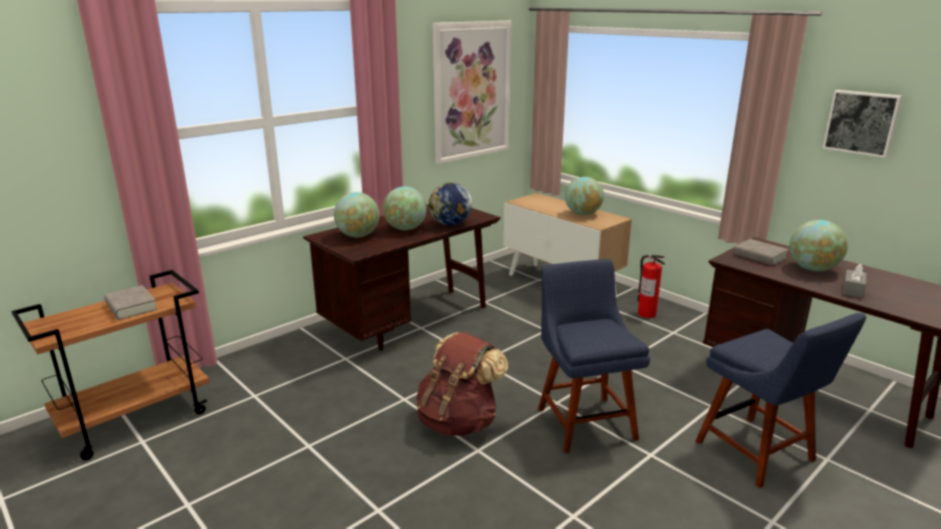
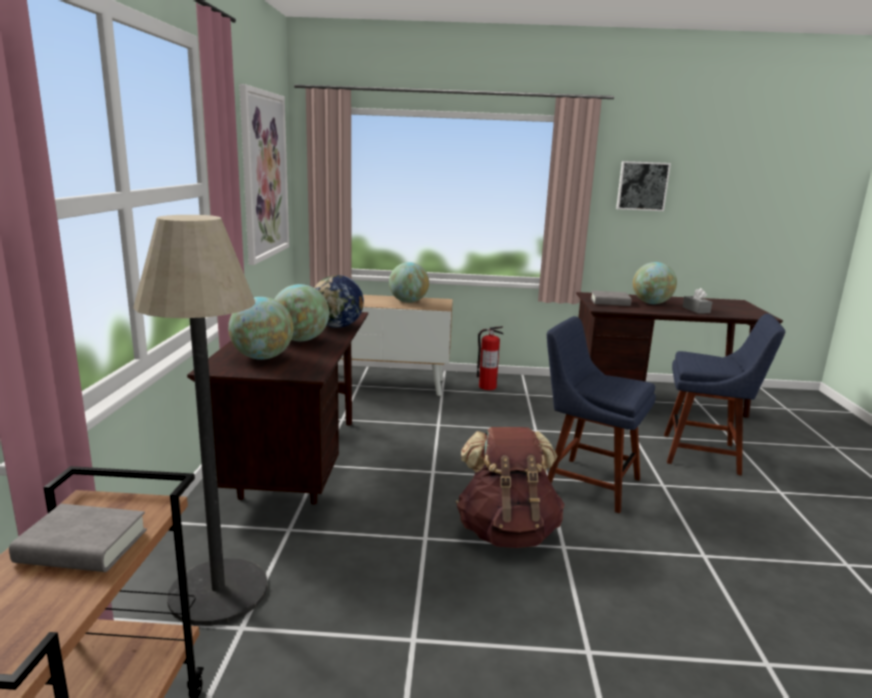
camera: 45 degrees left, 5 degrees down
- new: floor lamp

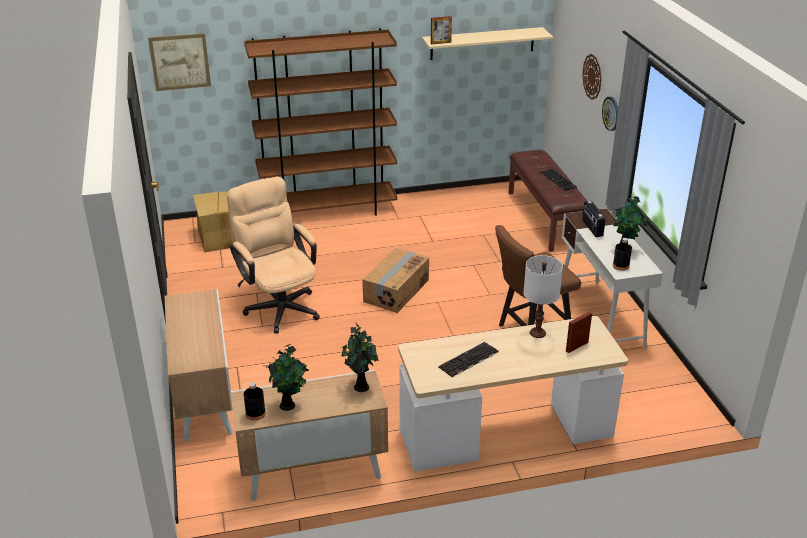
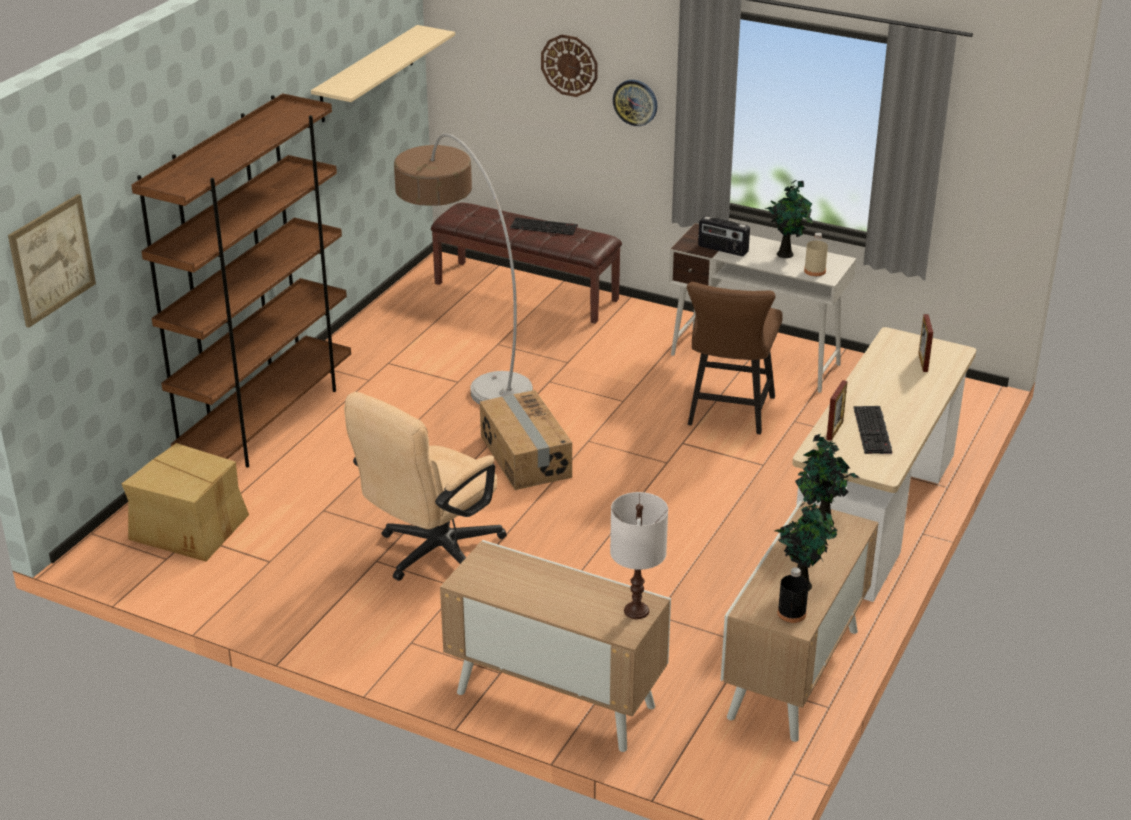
camera: 50 degrees left, 0 degrees up
- rotated: office chair in beige 60 degrees counterclockwise
- new: floor lamp
- shifted: table lamp in white-coloured
- repainted: beverage bottle in blackish (no. 2 from left) to beverage bottle in beige
- shifted: standing frame (no. 1 from left)

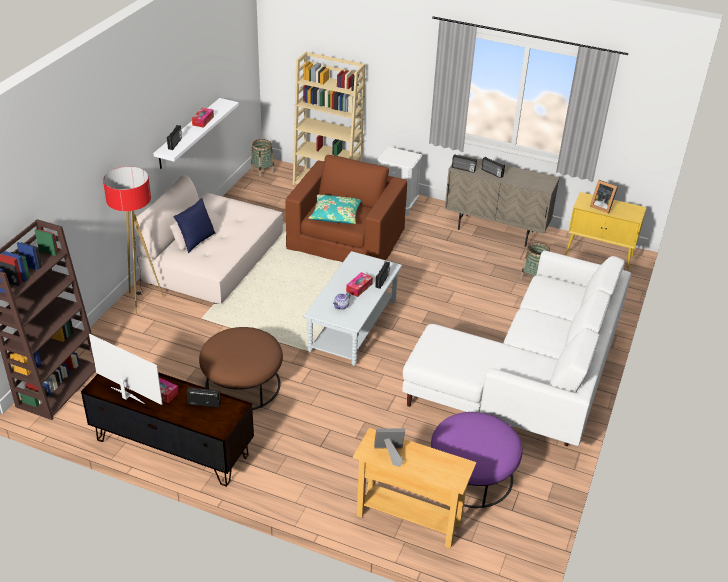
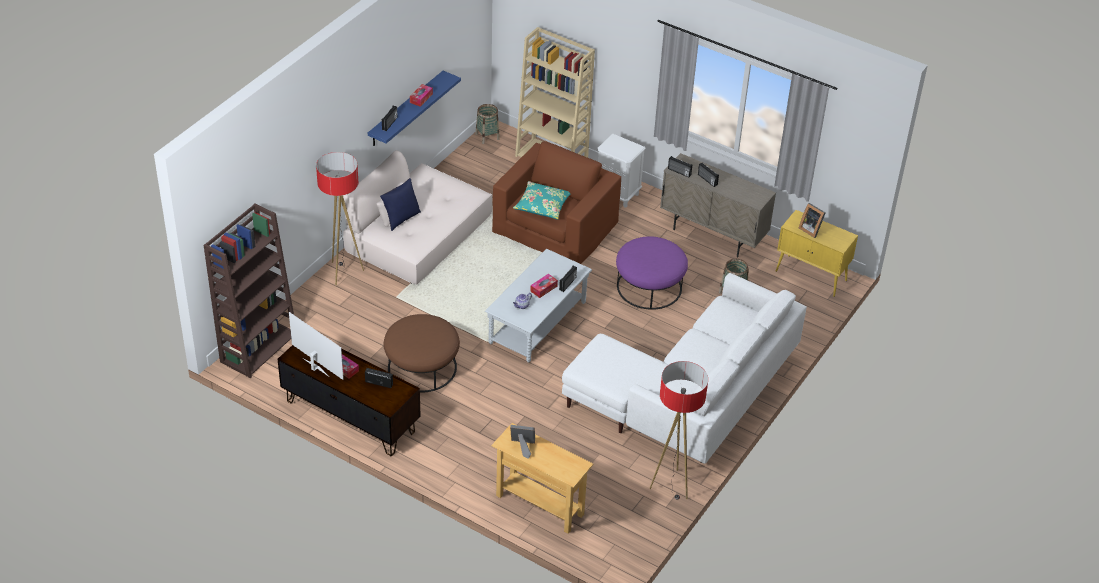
camera: 10 degrees right, 5 degrees up
- repainted: bracket shelf in white-coloured to bracket shelf in blue
- shifted: footrest in purple
- new: floor lamp (no. 2 from left)

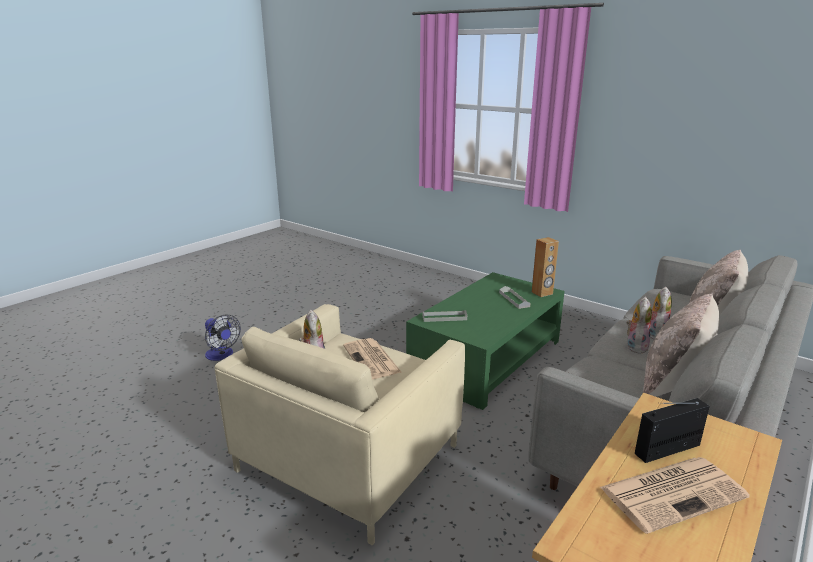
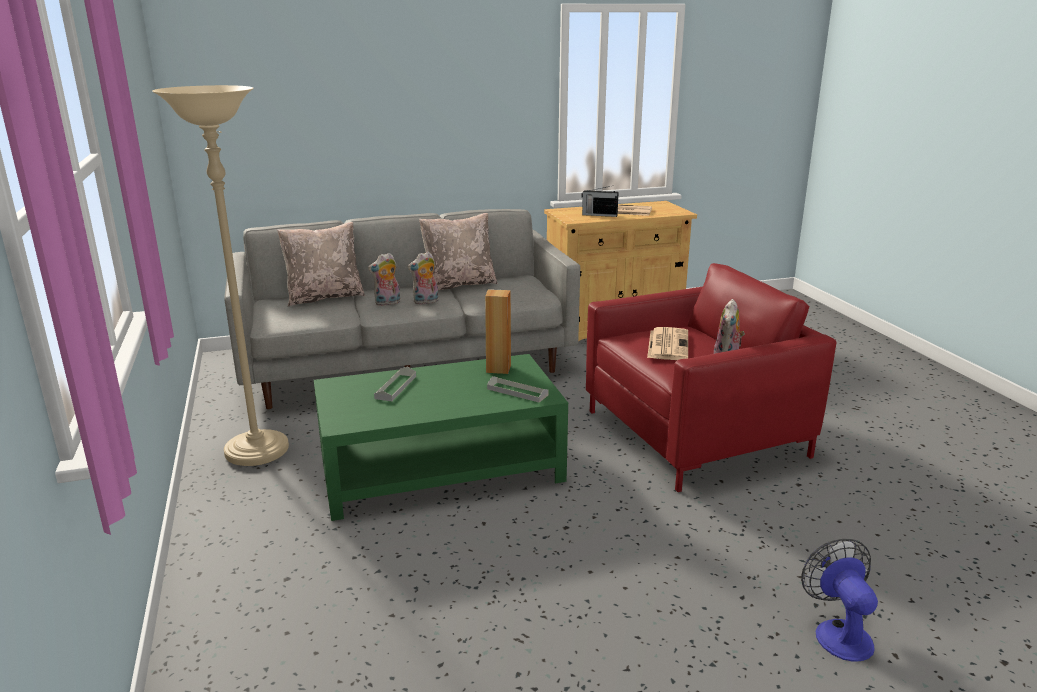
camera: 145 degrees left, 0 degrees up
- new: floor lamp in beige
- shifted: loudspeaker in brown
- repainted: easy chair in beige to easy chair in reddish

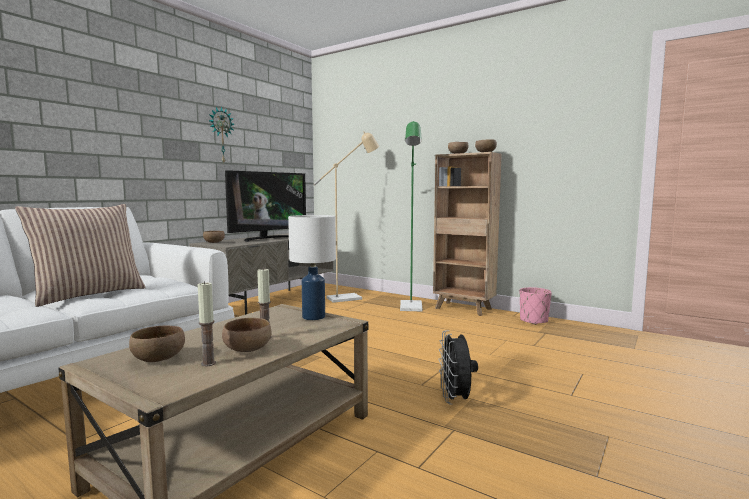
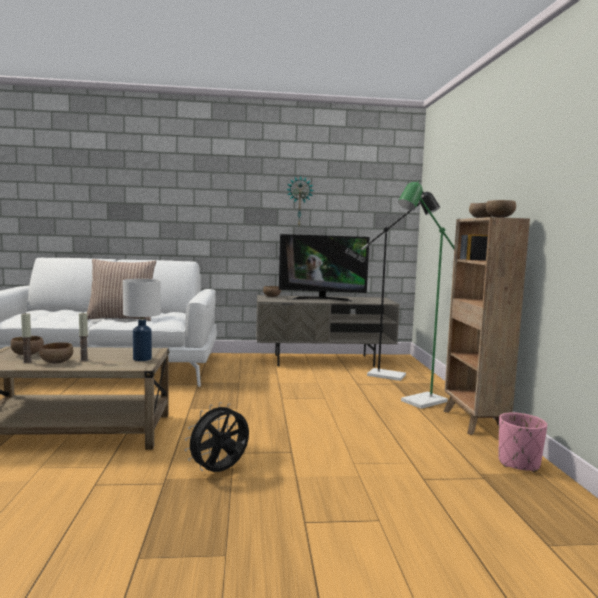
camera: 50 degrees right, 0 degrees up
- repainted: floor lamp in beige to floor lamp in blackish

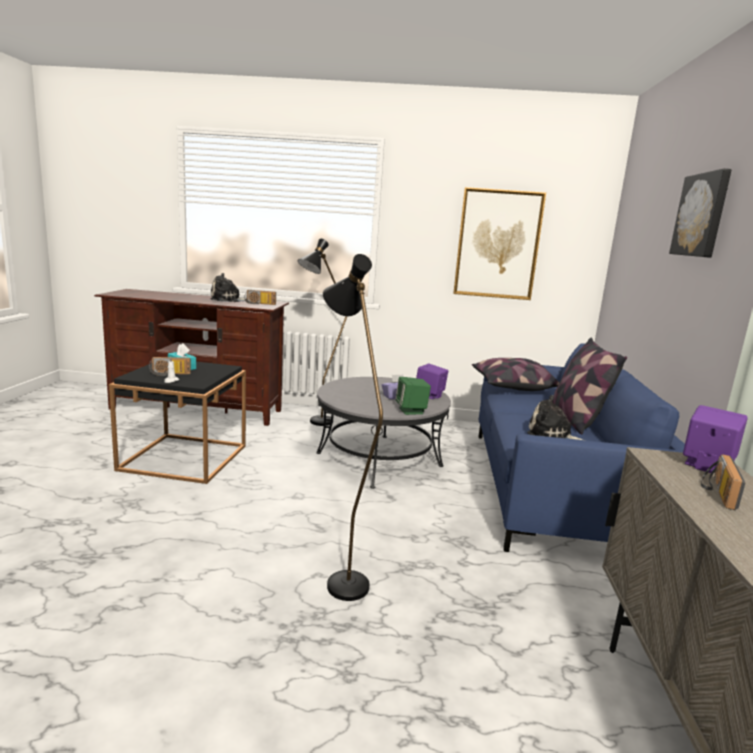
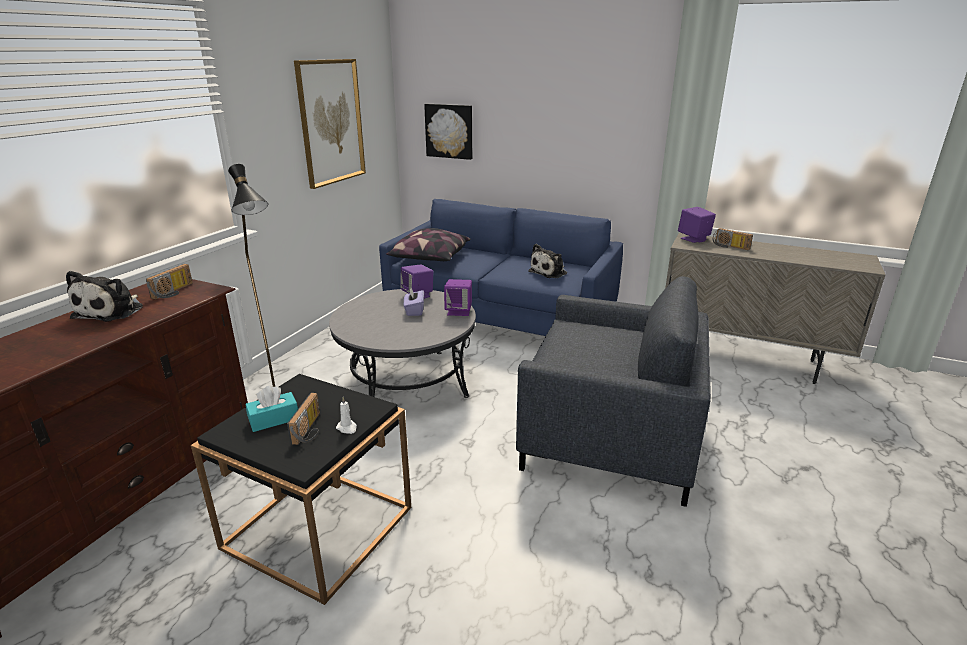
camera: 70 degrees left, 10 degrees up
- shifted: wall art (no. 2 from left)
- repainted: loudspeaker in green-coloured to loudspeaker in purple (no. 2 from left)
- swapped: floor lamp in blackish (no. 2 from left) to easy chair in gray
- gone: throw pillow (no. 2 from left)

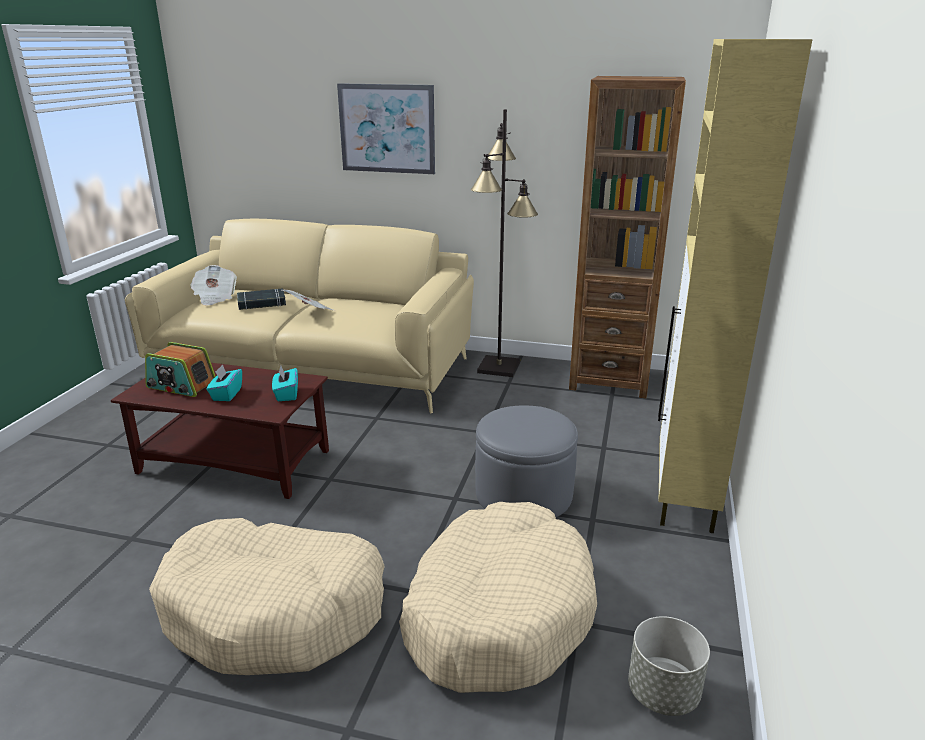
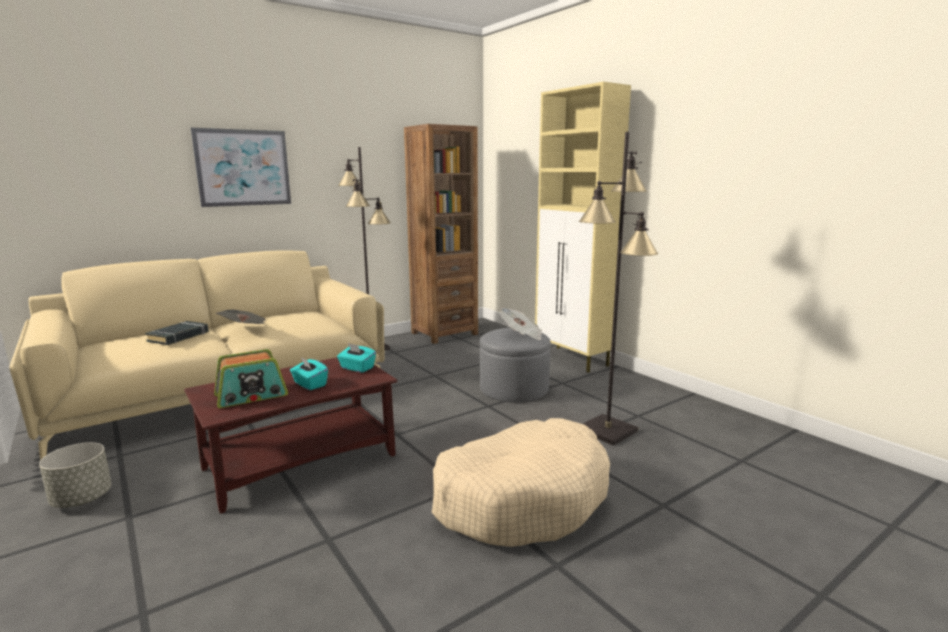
camera: 50 degrees left, 10 degrees down
- shifted: planter in gray
- shifted: printed paper (no. 1 from left in the first image) to printed paper (no. 2 from left)
- swapped: dog cushion in beige (no. 2 from left) to floor lamp in blackish (no. 2 from left)

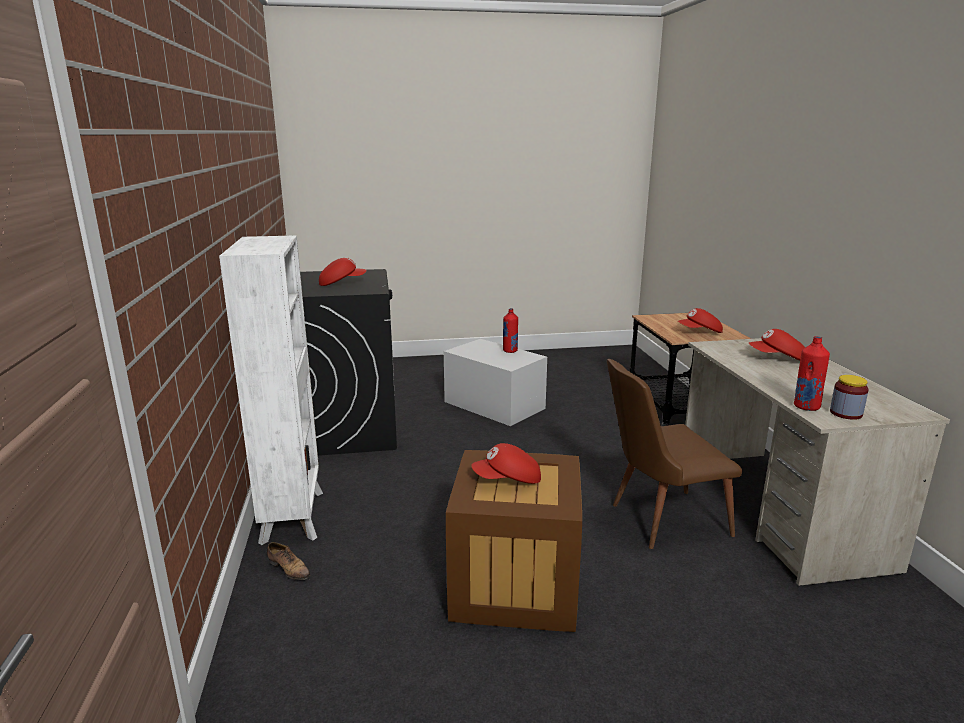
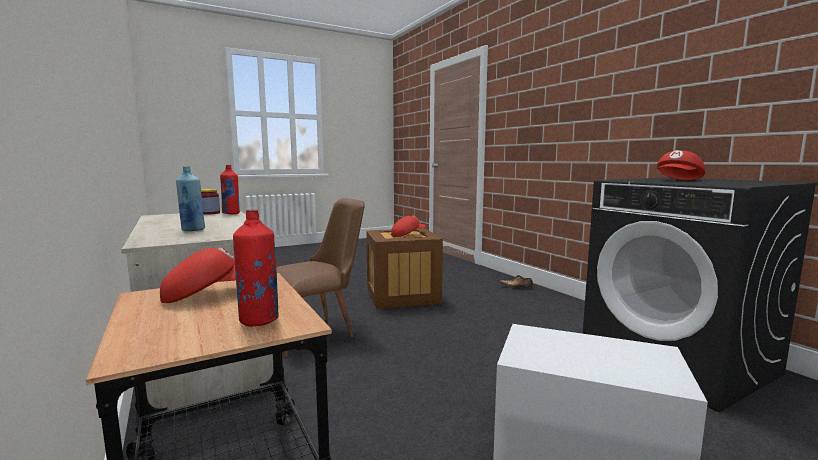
camera: 160 degrees right, 10 degrees down
- swapped: baseball cap in reddish (no. 4 from left) to beverage bottle in blue
- shifted: beverage bottle in reddish (no. 1 from left in the first image) to beverage bottle in reddish (no. 2 from left)
- gone: bookshelf in white-coloured

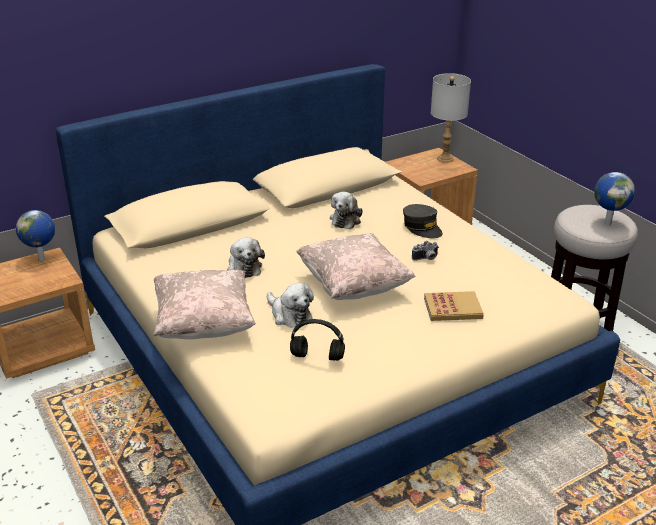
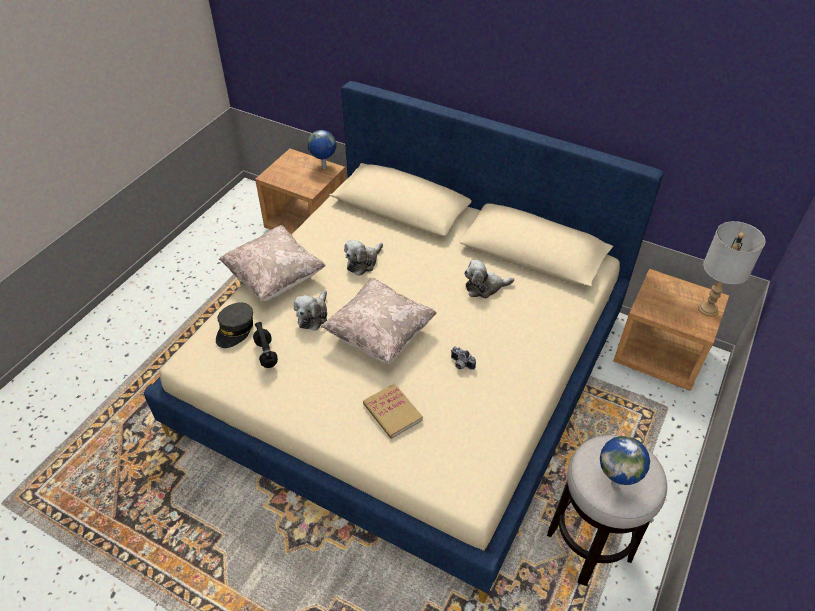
camera: 60 degrees right, 15 degrees up
- shifted: baseball cap in gray

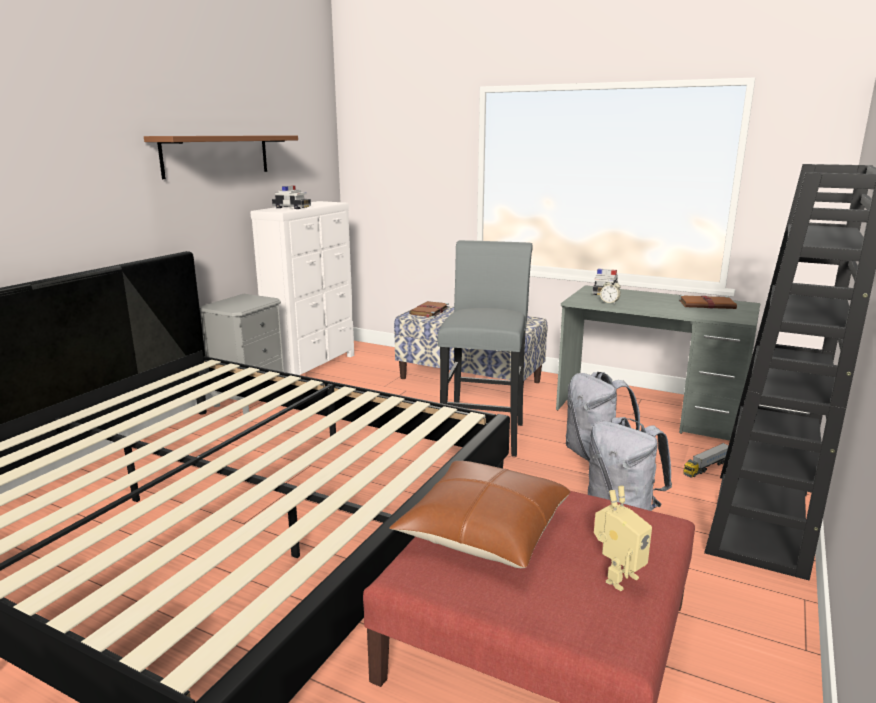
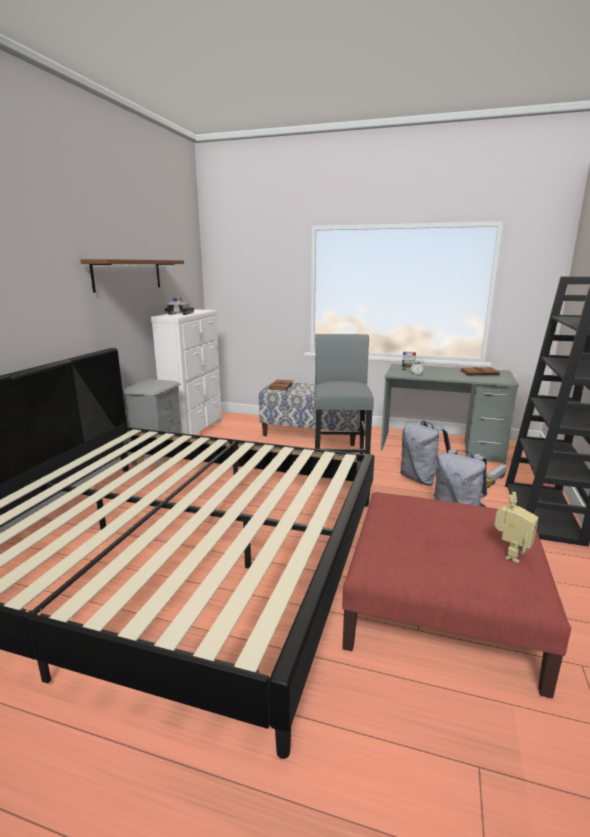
camera: 10 degrees left, 0 degrees up
- gone: throw pillow in brown

